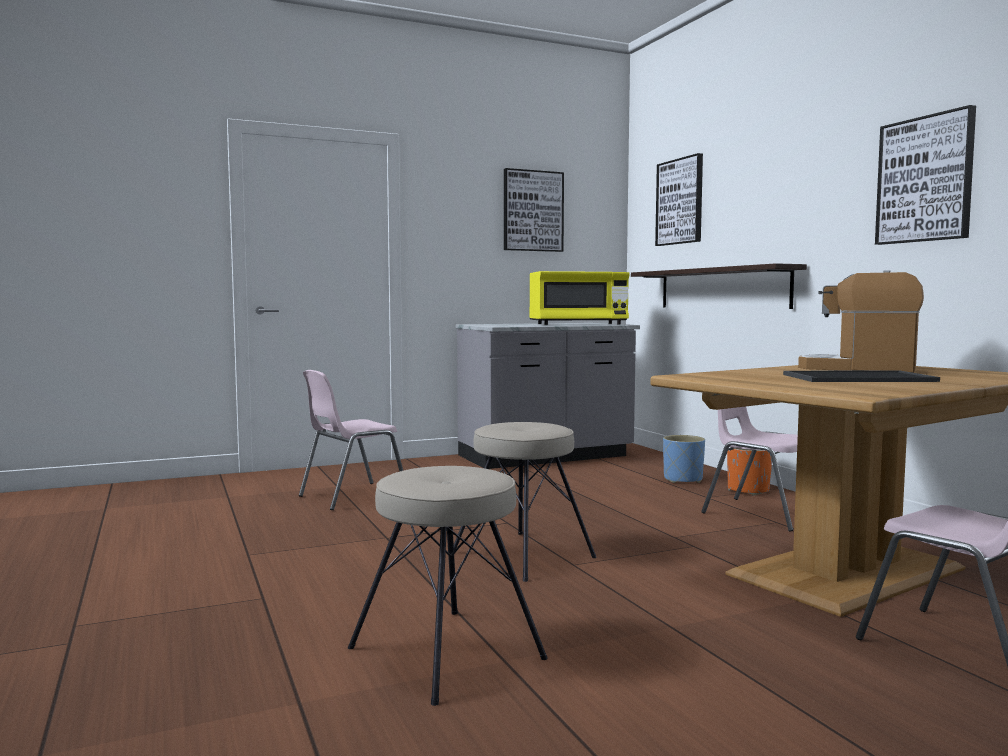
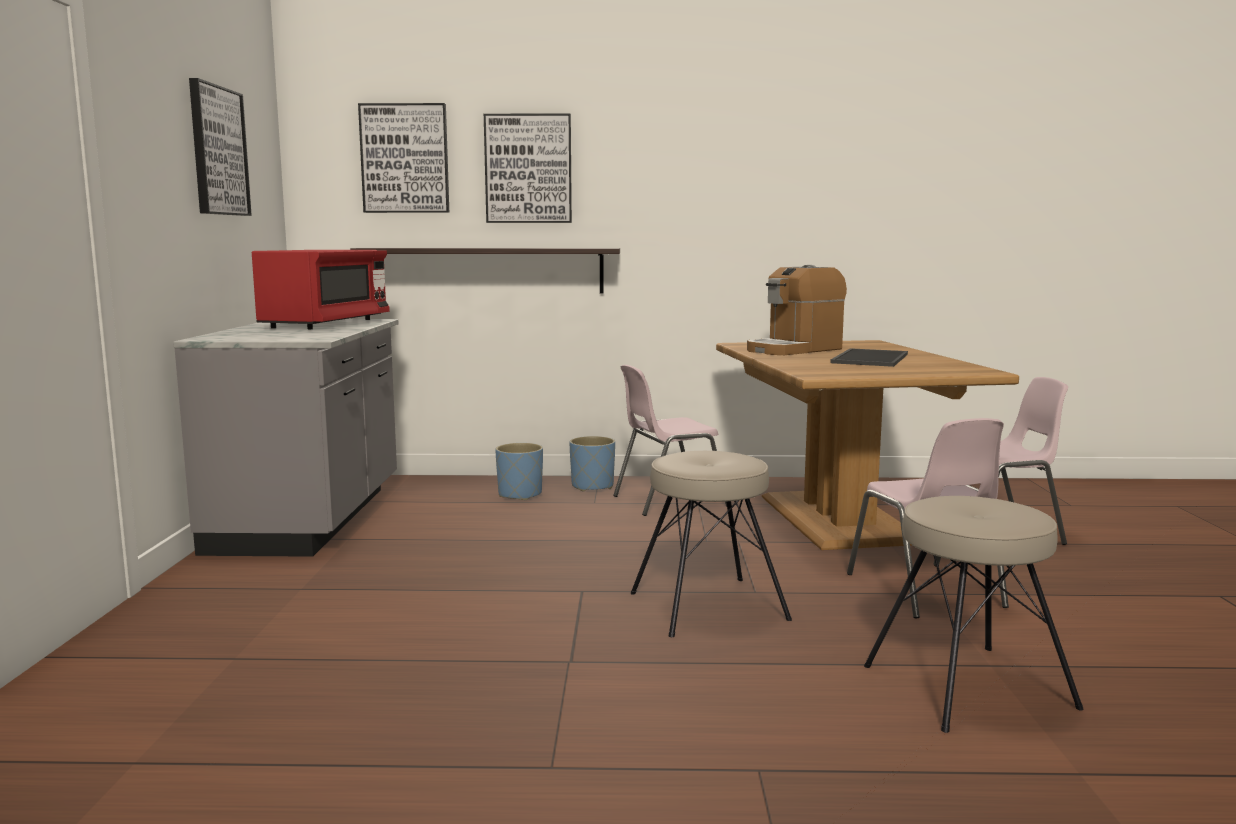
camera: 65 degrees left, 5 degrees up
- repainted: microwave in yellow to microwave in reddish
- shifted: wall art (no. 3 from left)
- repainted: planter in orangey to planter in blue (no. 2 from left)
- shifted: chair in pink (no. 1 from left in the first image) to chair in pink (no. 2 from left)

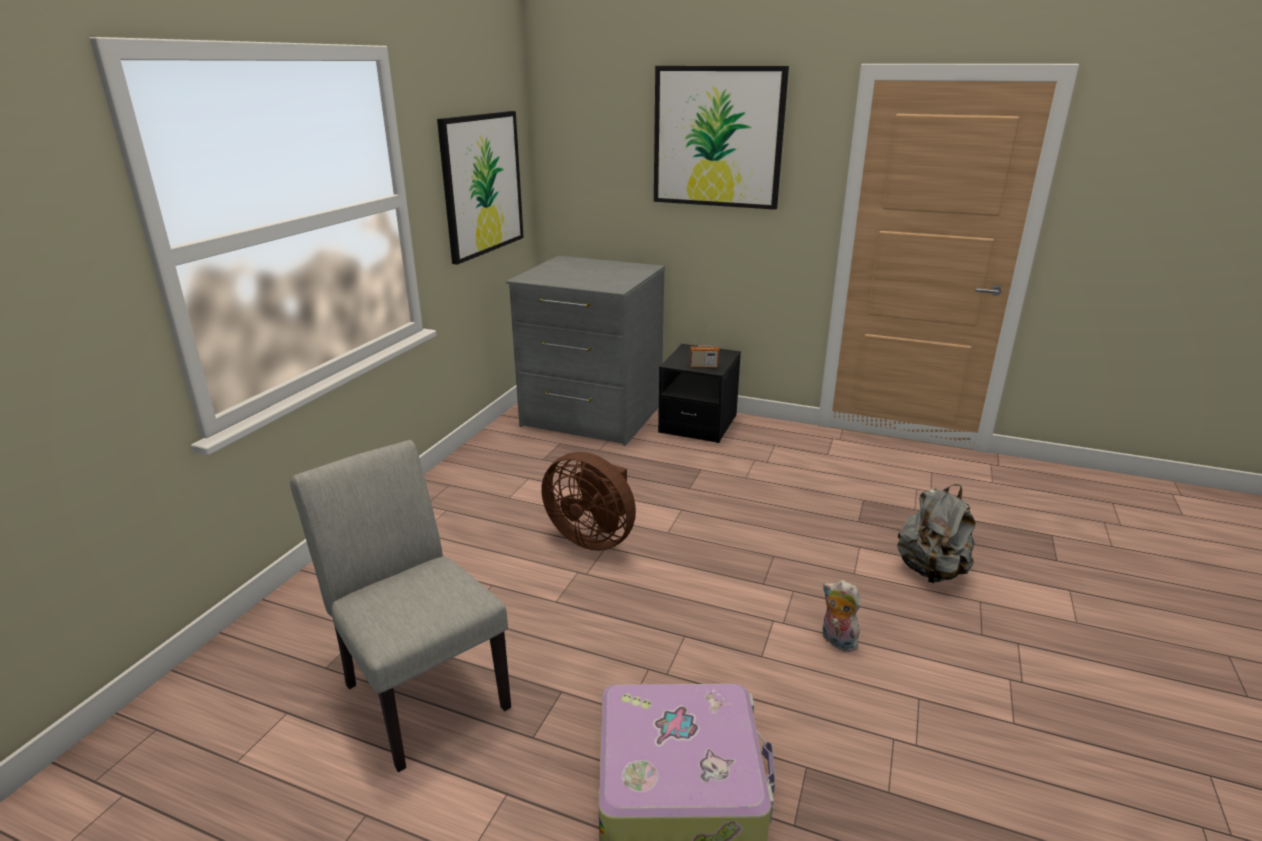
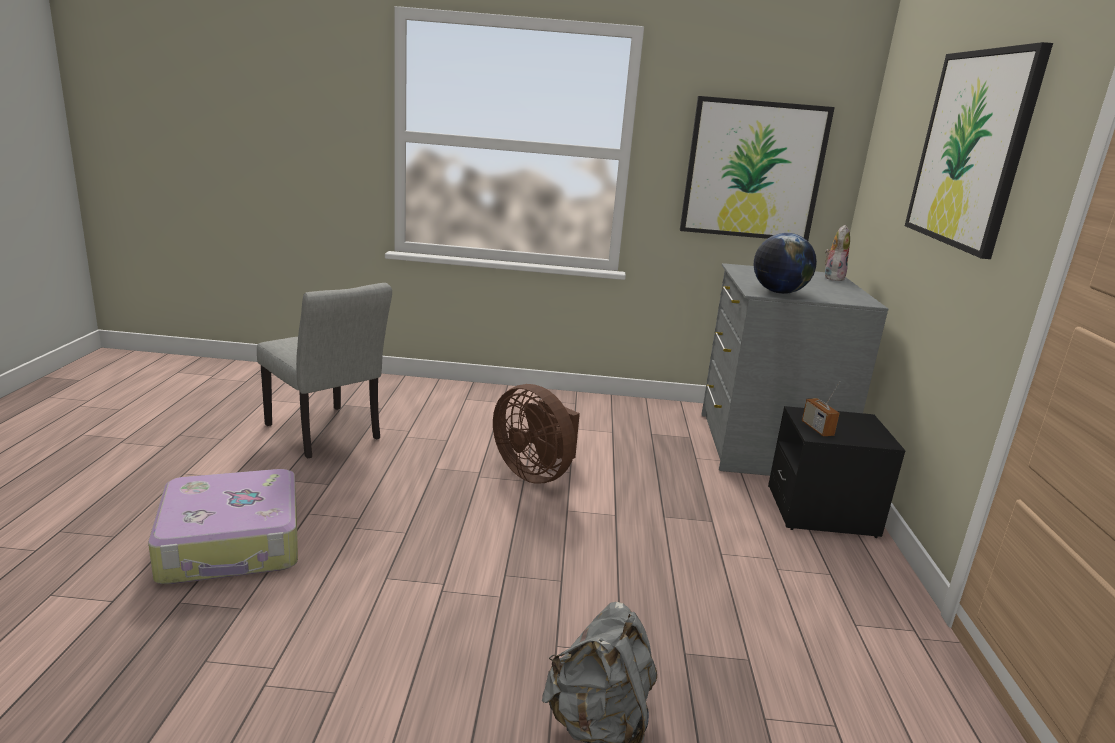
camera: 70 degrees right, 5 degrees down
- rotated: chair in gray 105 degrees clockwise
- rotated: electric fan in brown 60 degrees counterclockwise
- new: world globe
- shifted: cuddly toy

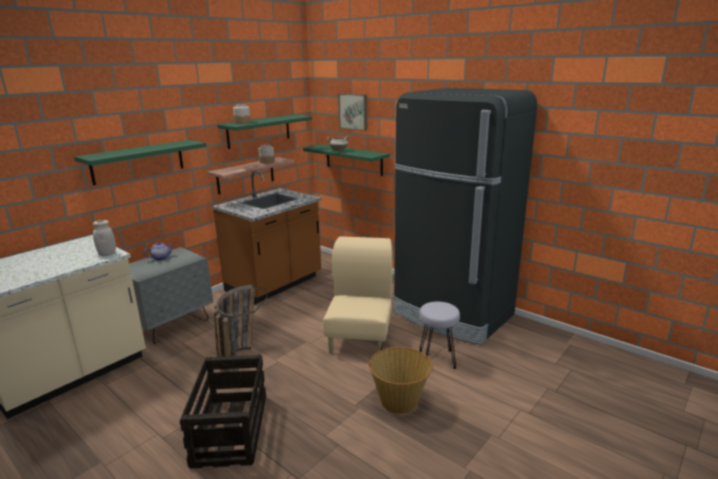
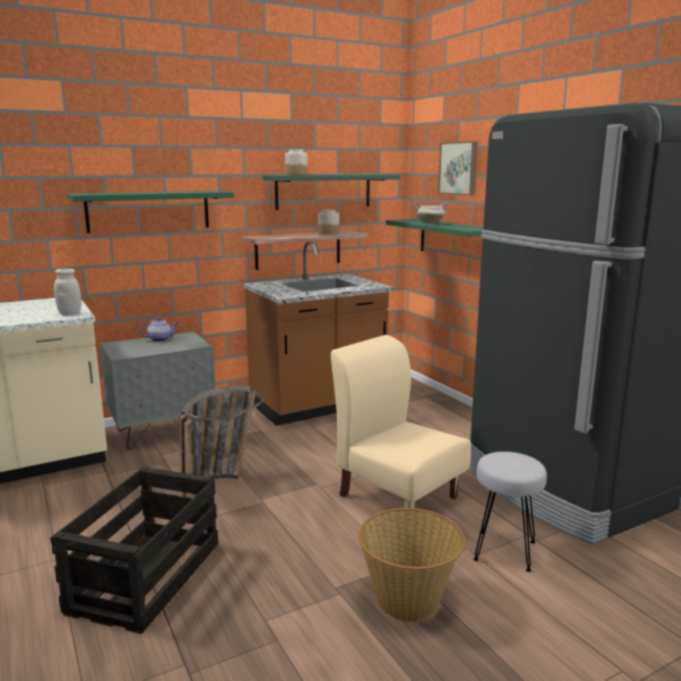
camera: 20 degrees right, 5 degrees down
- rotated: chair in beige 75 degrees counterclockwise

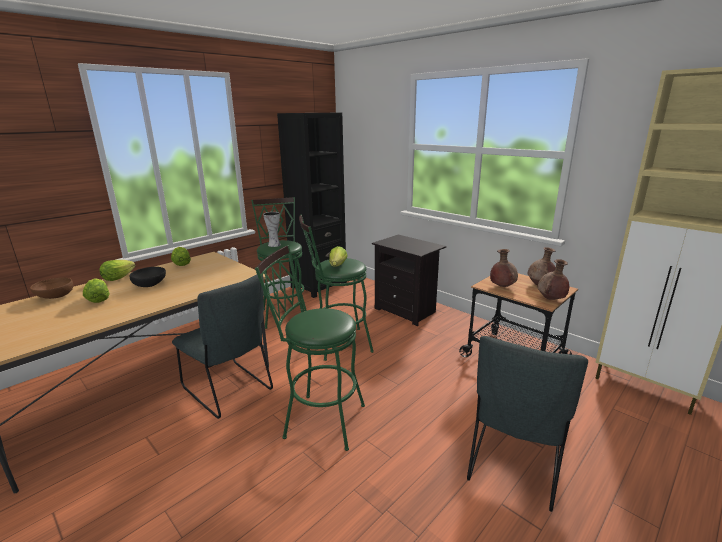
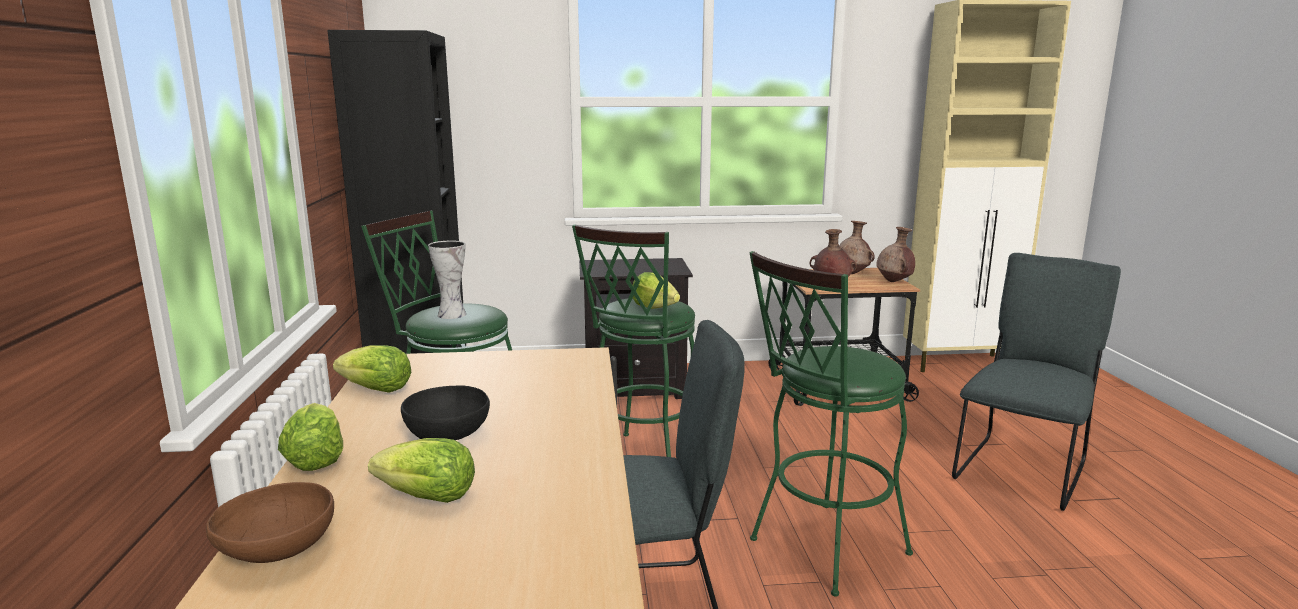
camera: 50 degrees left, 5 degrees down
- rotated: chair in gray (no. 2 from left) 120 degrees counterclockwise

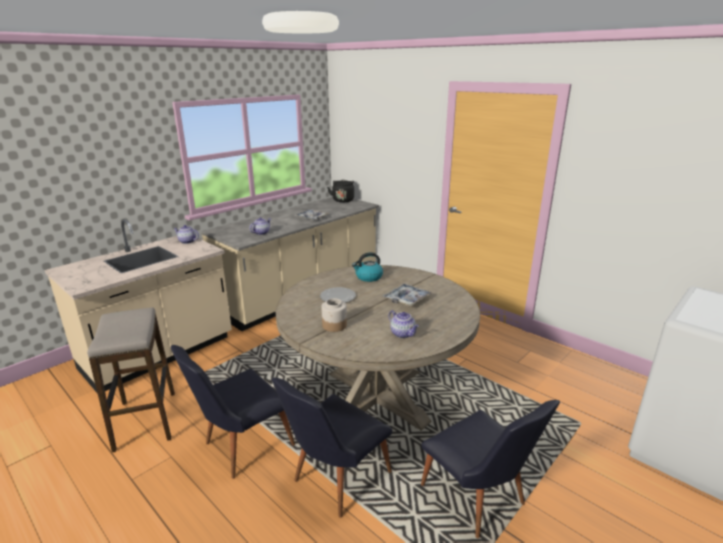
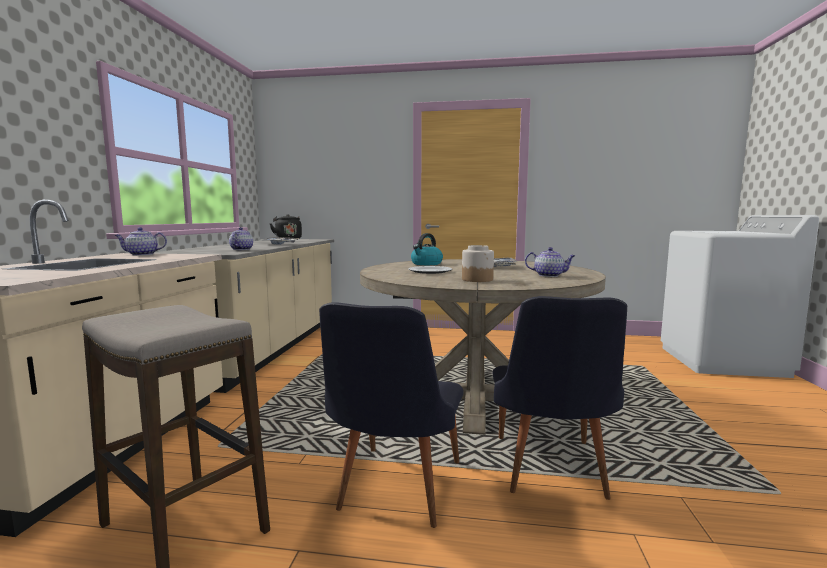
camera: 35 degrees left, 15 degrees down
- gone: chair in blackish (no. 3 from left)

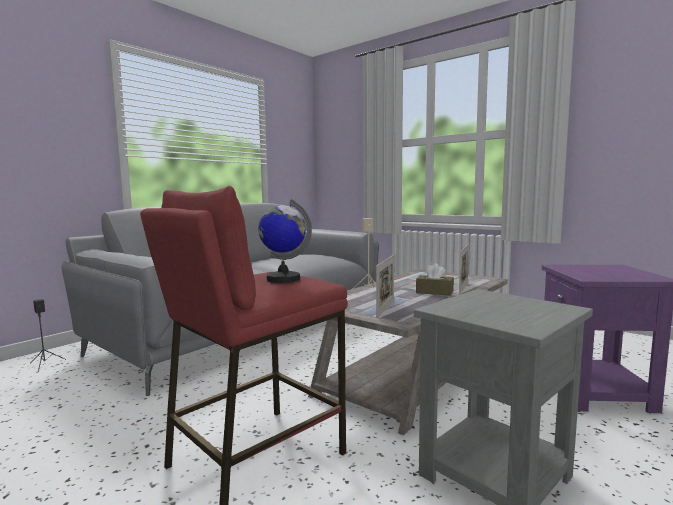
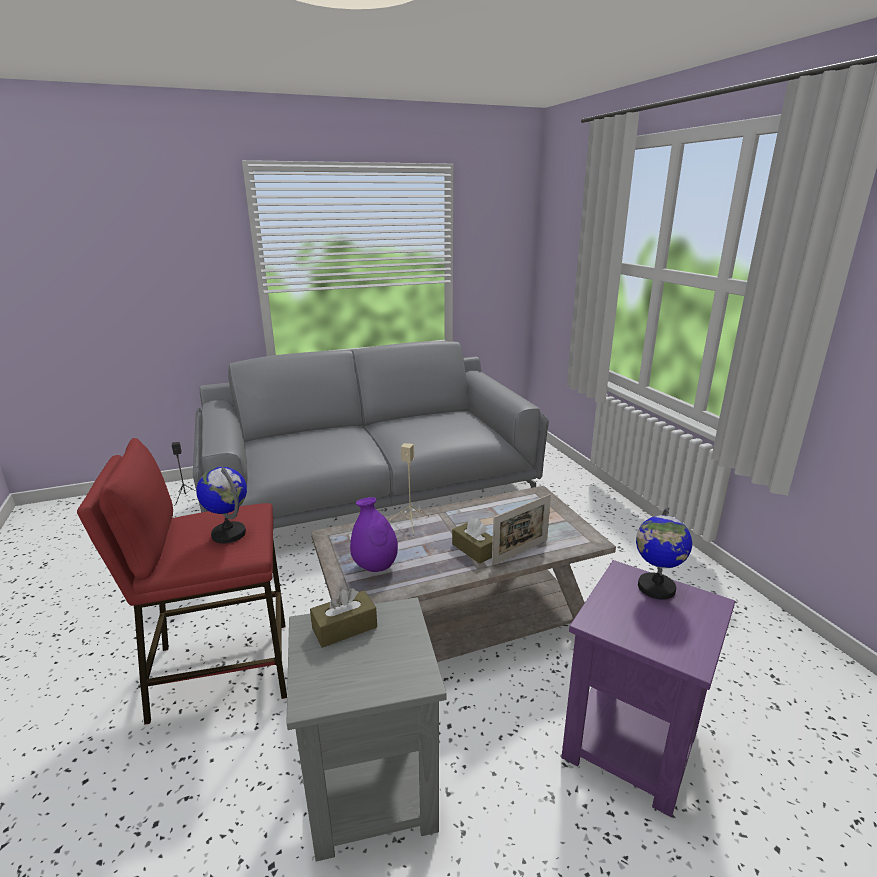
camera: 30 degrees right, 15 degrees up
- new: tissue holder in brown (no. 1 from left)
- swapped: standing frame (no. 1 from left) to flower vase in purple
- new: world globe (no. 2 from left)

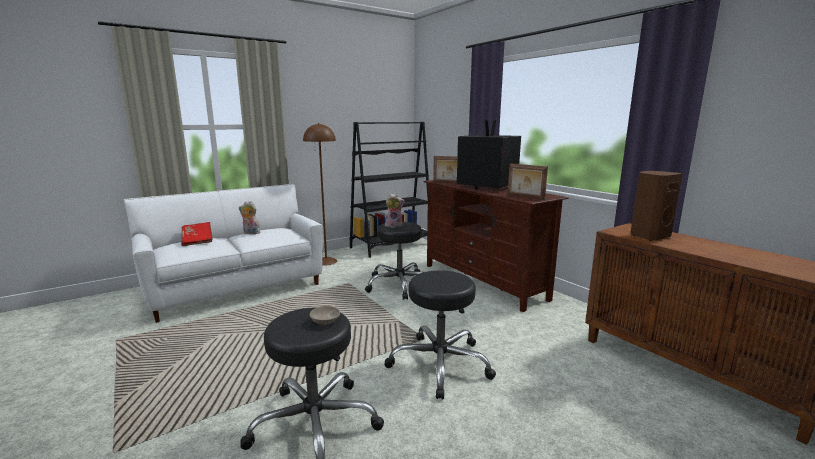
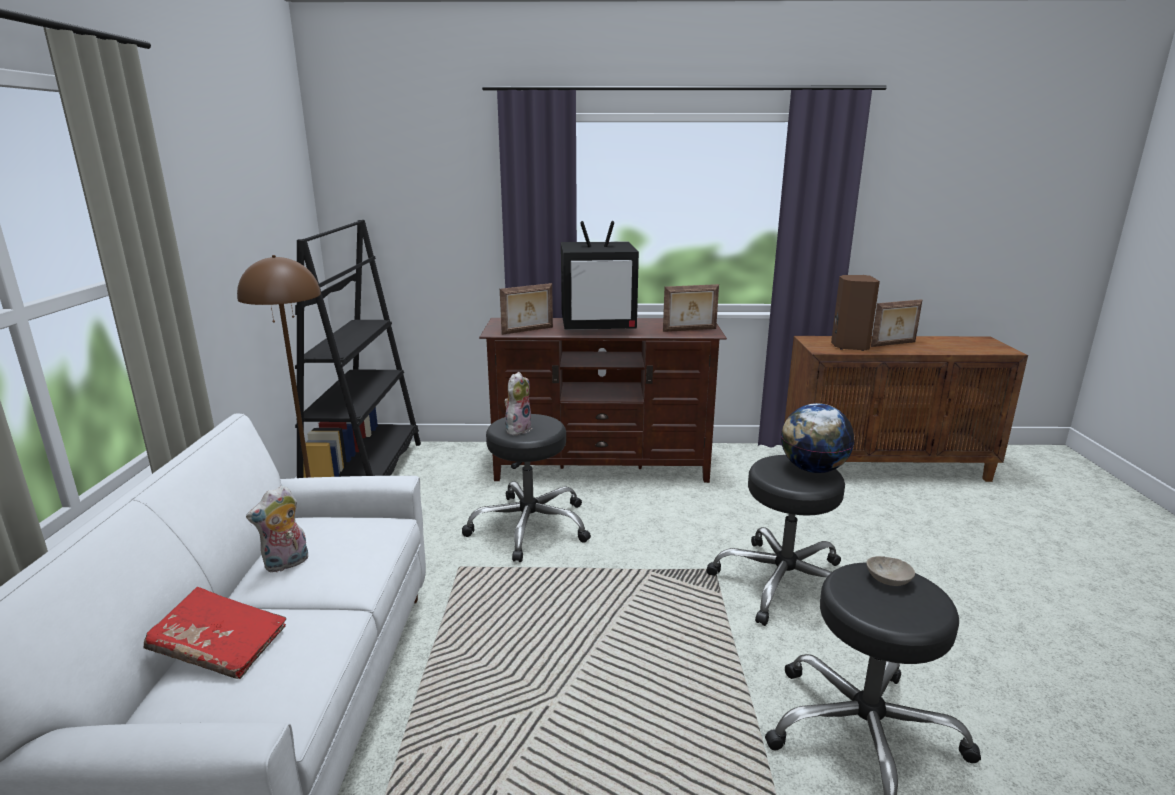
camera: 55 degrees left, 5 degrees up
- rotated: television 75 degrees counterclockwise
- new: world globe
- new: standing frame (no. 3 from left)

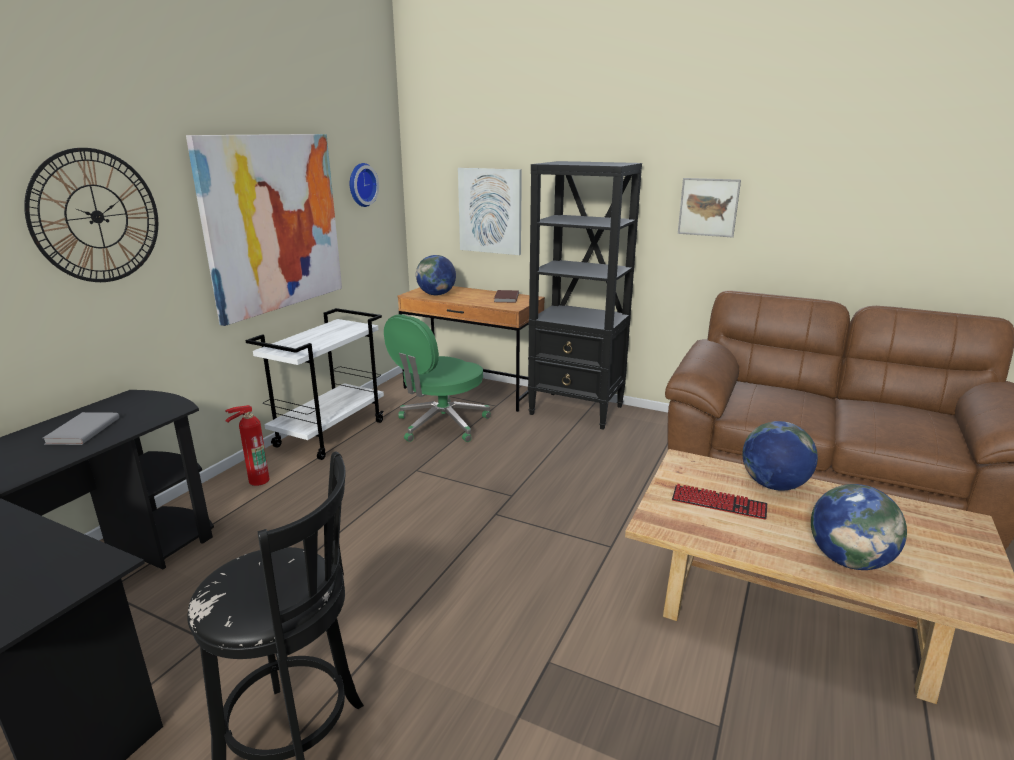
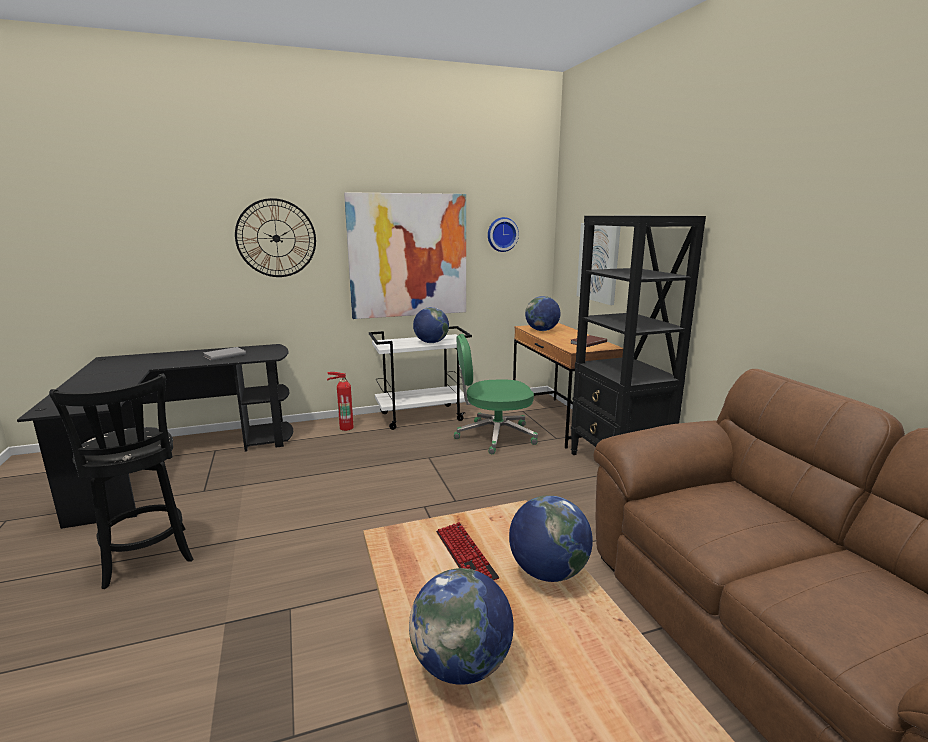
camera: 45 degrees right, 5 degrees down
- new: world globe (no. 1 from left)
- gone: wall art (no. 3 from left)

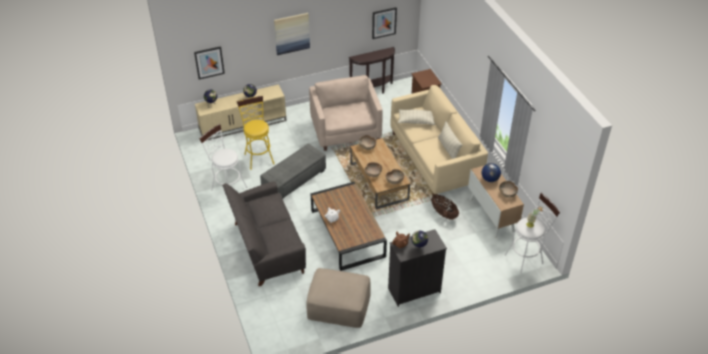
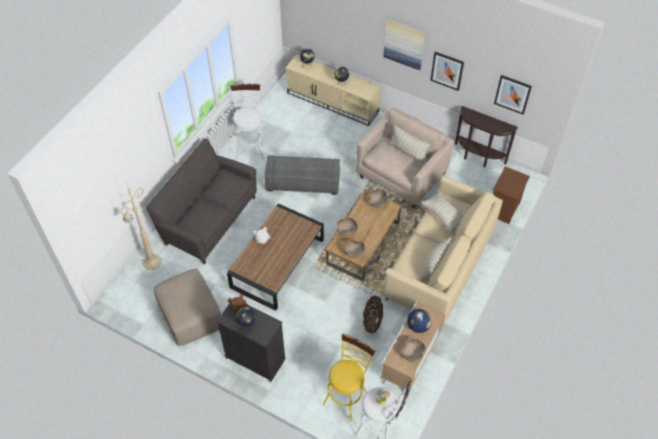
camera: 50 degrees right, 10 degrees up
- new: floor lamp in beige
- shifted: sitting stool in yellow
- new: throw pillow (no. 1 from left)
- shifted: wall art (no. 1 from left in the first image) to wall art (no. 2 from left)

